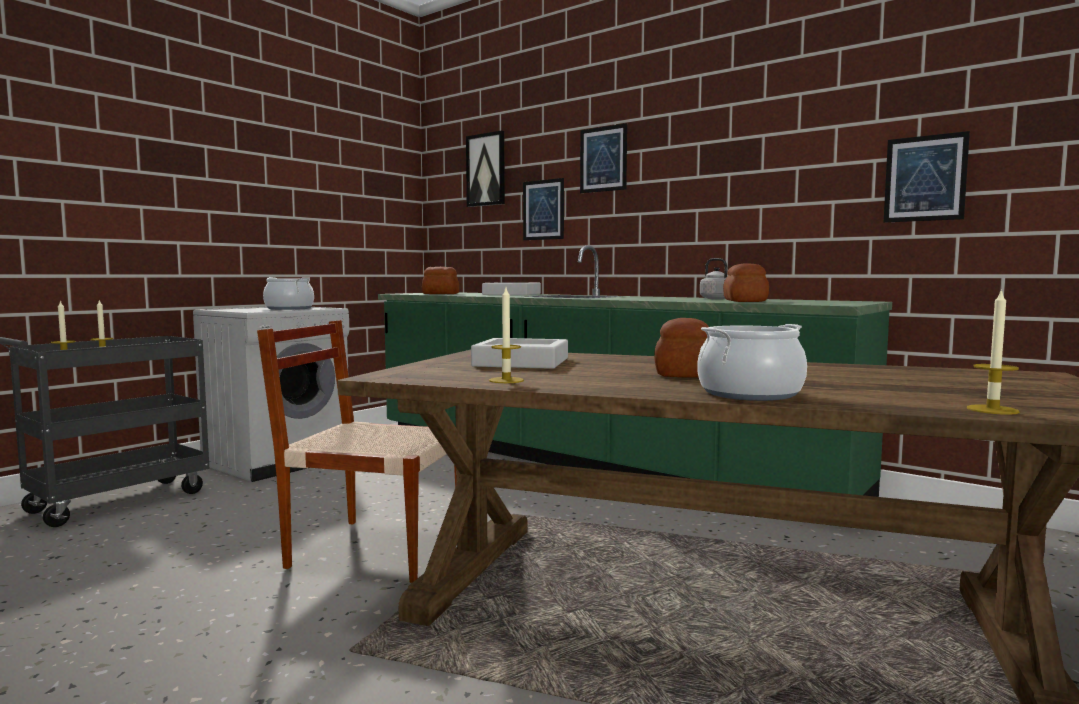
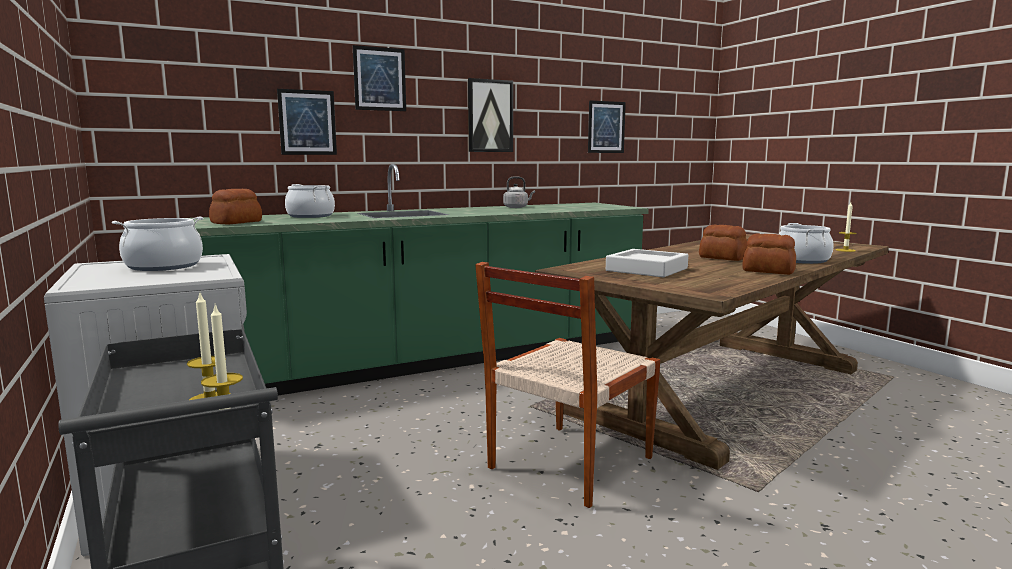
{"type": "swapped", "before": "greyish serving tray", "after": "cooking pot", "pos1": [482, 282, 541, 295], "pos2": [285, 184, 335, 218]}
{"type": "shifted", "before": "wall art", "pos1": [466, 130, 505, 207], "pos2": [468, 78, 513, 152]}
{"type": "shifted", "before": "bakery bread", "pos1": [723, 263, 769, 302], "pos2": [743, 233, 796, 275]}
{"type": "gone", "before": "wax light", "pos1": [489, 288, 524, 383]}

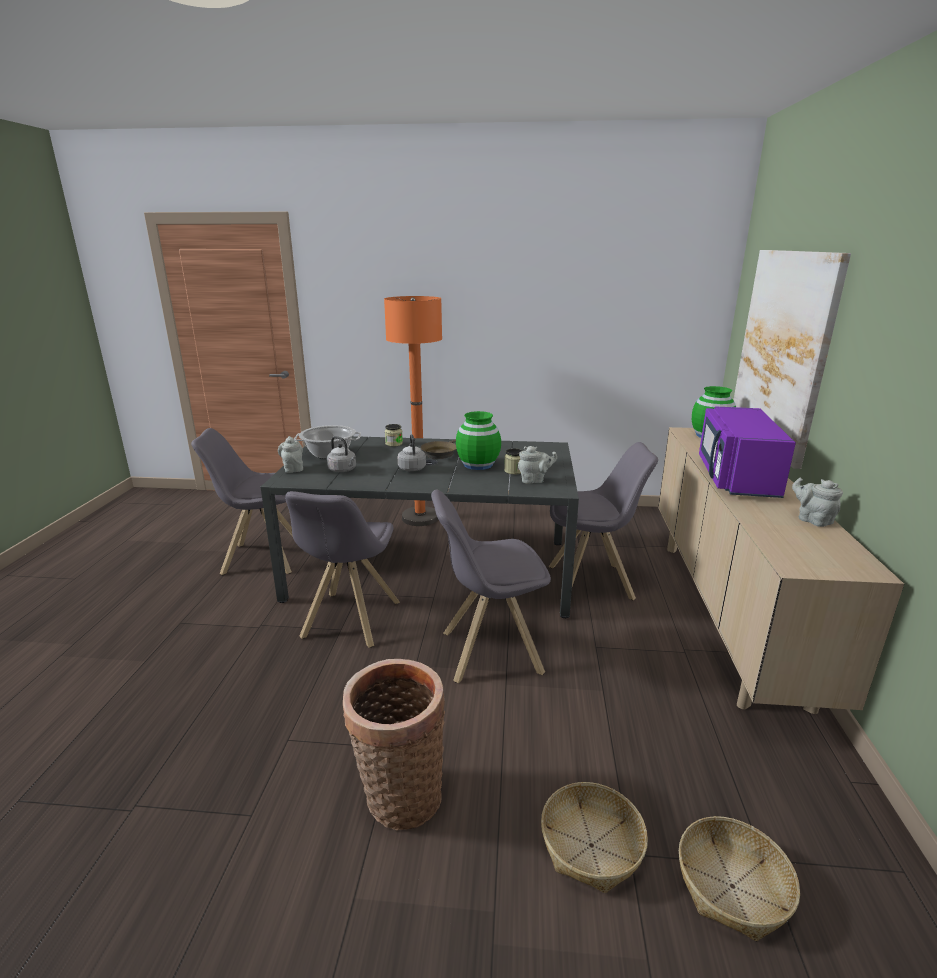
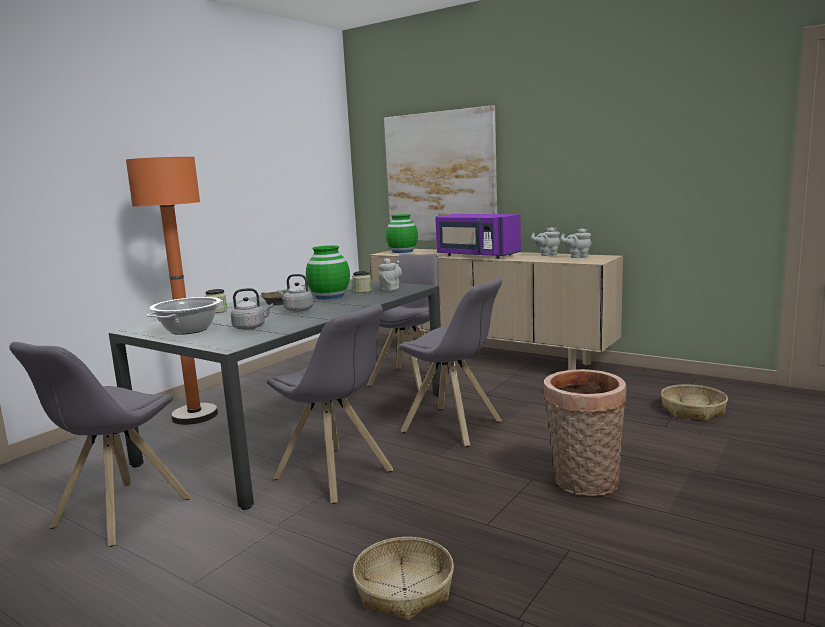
{"type": "shifted", "before": "basket", "pos1": [541, 782, 648, 893], "pos2": [353, 537, 454, 621]}
{"type": "rotated", "before": "greyish plain chair", "pos1": [431, 490, 551, 683], "pos2": [399, 277, 502, 447], "turn": -75}
{"type": "shifted", "before": "greyish pot for tea", "pos1": [278, 436, 303, 473], "pos2": [561, 228, 592, 258]}

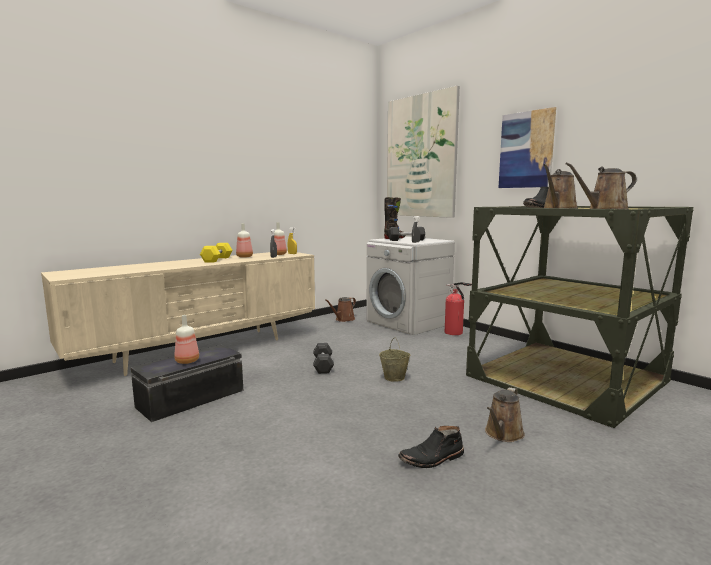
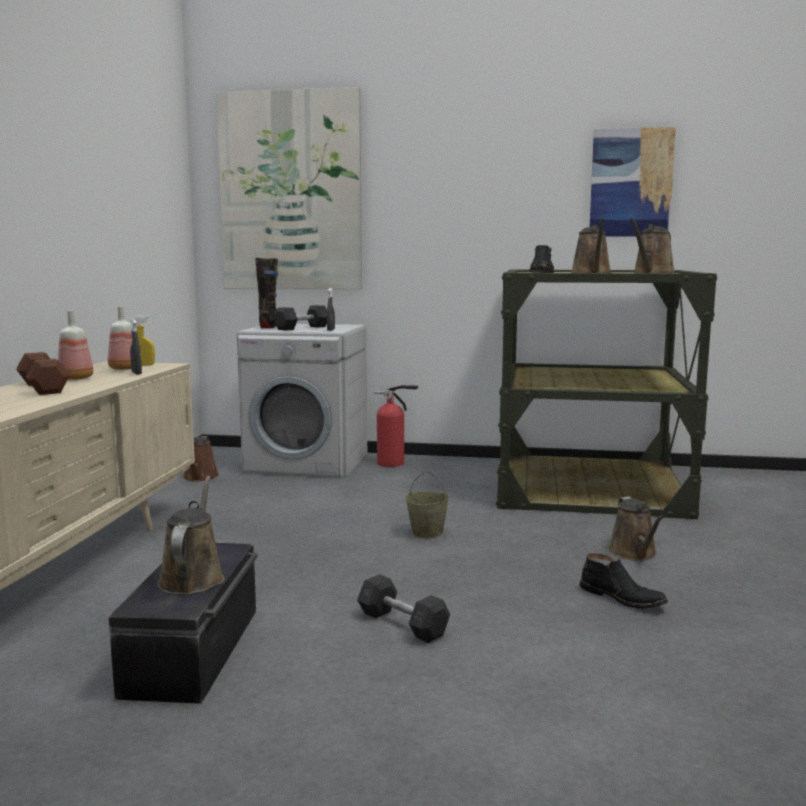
{"type": "repainted", "before": "yellow hand weight", "after": "brown hand weight", "pos1": [200, 243, 232, 263], "pos2": [16, 352, 69, 395]}
{"type": "swapped", "before": "drink bottle", "after": "brown watering can", "pos1": [174, 315, 199, 364], "pos2": [157, 476, 225, 595]}
{"type": "shifted", "before": "greyish hand weight", "pos1": [313, 343, 334, 374], "pos2": [357, 574, 450, 643]}
{"type": "rotated", "before": "black boot", "pos1": [398, 426, 464, 468], "pos2": [579, 553, 668, 609], "turn": -75}
{"type": "shifted", "before": "wall art", "pos1": [498, 107, 556, 188], "pos2": [590, 127, 676, 237]}

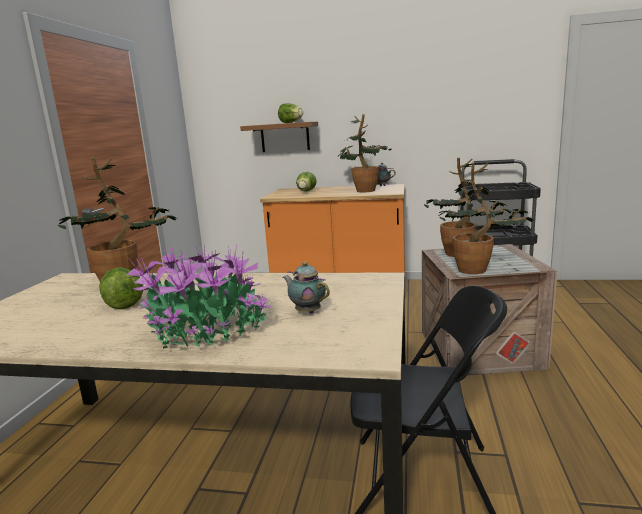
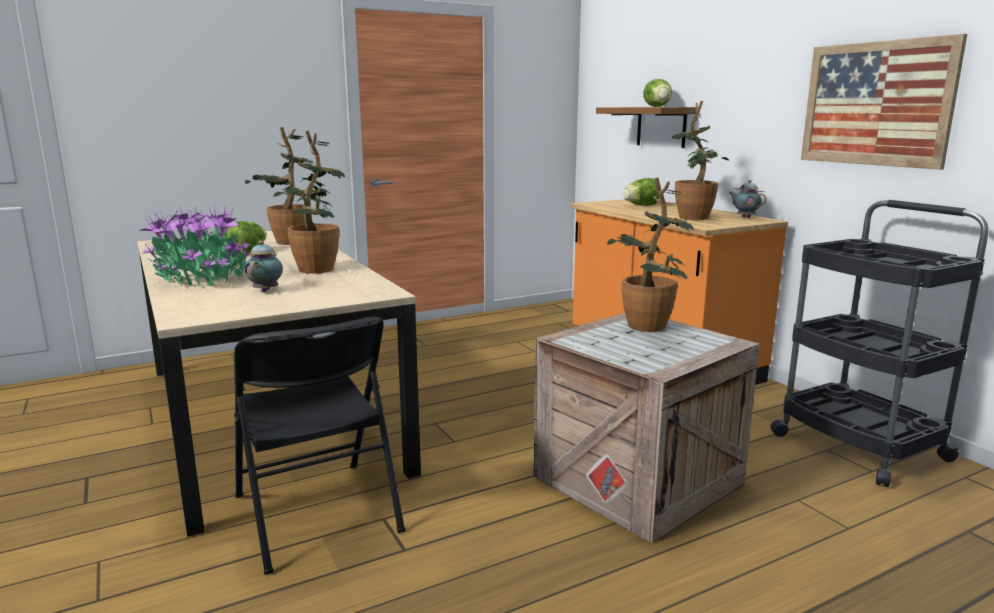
{"type": "shifted", "before": "houseplant", "pos1": [439, 162, 535, 274], "pos2": [273, 131, 345, 274]}
{"type": "new", "after": "wall art", "pos2": [801, 34, 967, 170]}

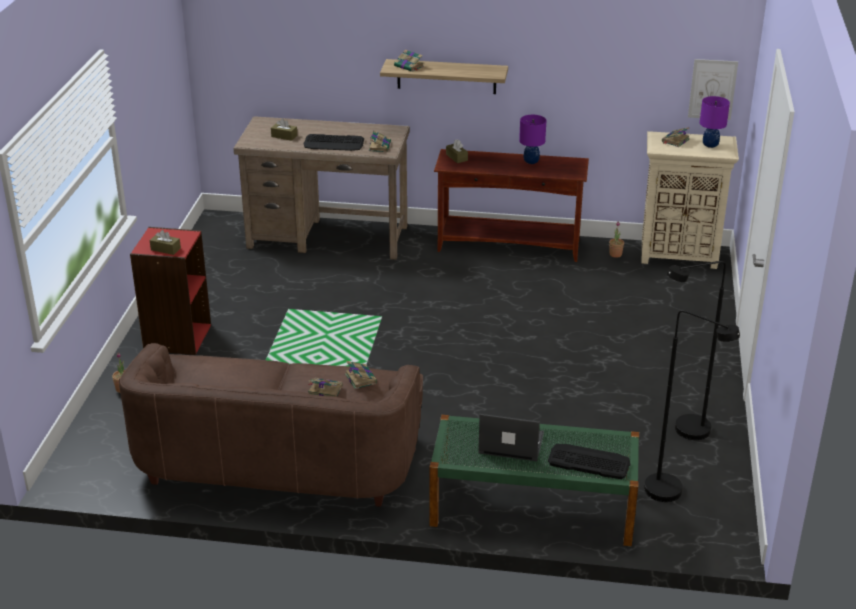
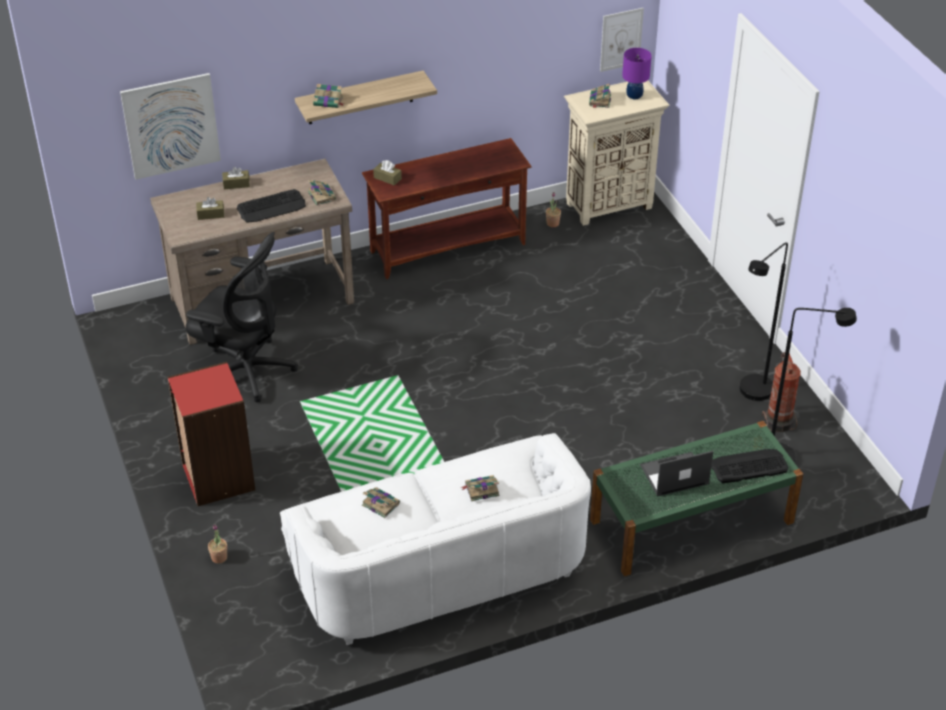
{"type": "new", "after": "wall art", "pos2": [120, 73, 221, 180]}
{"type": "new", "after": "black office chair", "pos2": [186, 232, 298, 402]}
{"type": "shifted", "before": "brown box of tissues", "pos1": [150, 230, 181, 255], "pos2": [222, 167, 250, 189]}
{"type": "repainted", "before": "brown couch", "after": "white-coloured couch", "pos1": [119, 343, 423, 507], "pos2": [280, 433, 591, 645]}
{"type": "shifted", "before": "book", "pos1": [345, 361, 377, 389], "pos2": [362, 487, 400, 518]}
{"type": "new", "after": "extinguisher", "pos2": [762, 352, 801, 432]}
{"type": "gone", "before": "purplish table lamp", "pos1": [519, 115, 546, 164]}

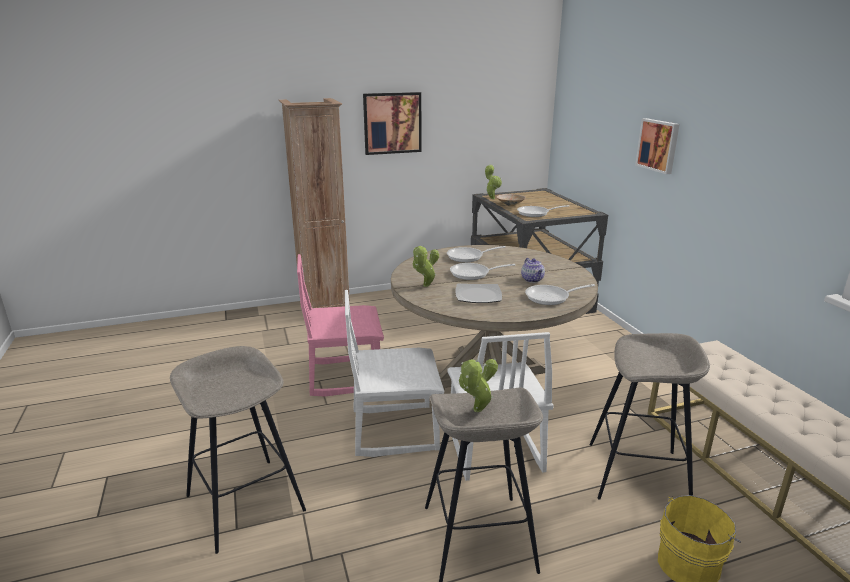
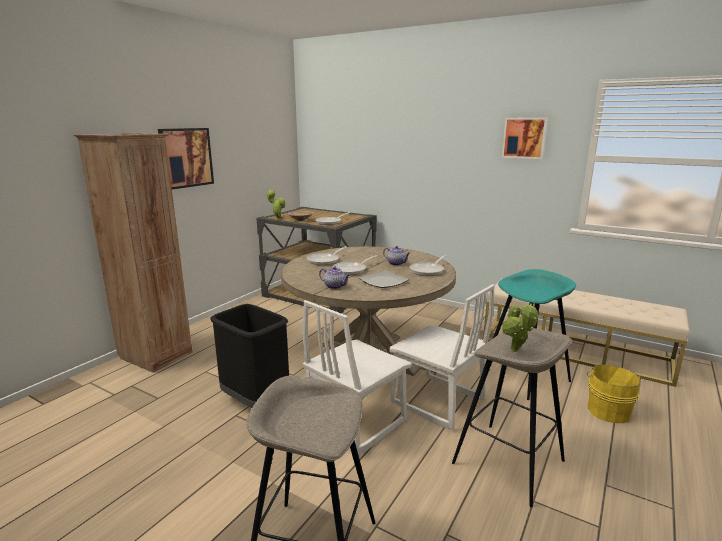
{"type": "swapped", "before": "pinkish plain chair", "after": "black waste bin", "pos1": [297, 254, 384, 396], "pos2": [210, 304, 289, 408]}
{"type": "swapped", "before": "houseplant", "after": "pot for tea", "pos1": [413, 246, 439, 287], "pos2": [319, 266, 351, 289]}
{"type": "repainted", "before": "greyish sitting stool", "after": "blue-green sitting stool", "pos1": [590, 333, 710, 500], "pos2": [493, 269, 576, 400]}
{"type": "shifted", "before": "wall art", "pos1": [635, 118, 680, 174], "pos2": [502, 118, 548, 159]}

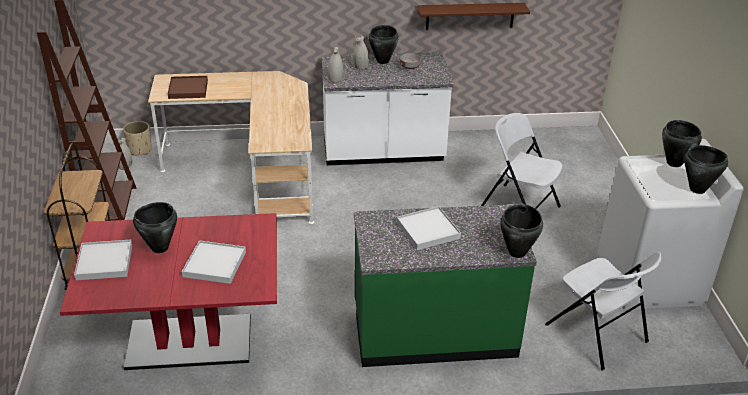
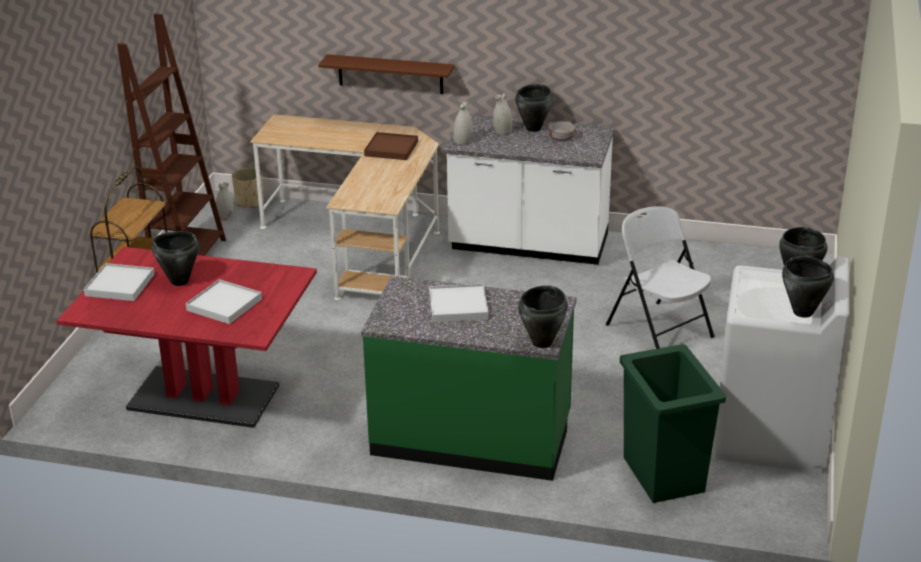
{"type": "shifted", "before": "brown shelf", "pos1": [417, 3, 530, 30], "pos2": [318, 54, 454, 94]}
{"type": "shifted", "before": "brown serving tray", "pos1": [168, 76, 208, 99], "pos2": [364, 132, 418, 160]}
{"type": "swapped", "before": "white-coloured plain chair", "after": "green-coloured waste bin", "pos1": [545, 252, 662, 371], "pos2": [620, 344, 726, 503]}

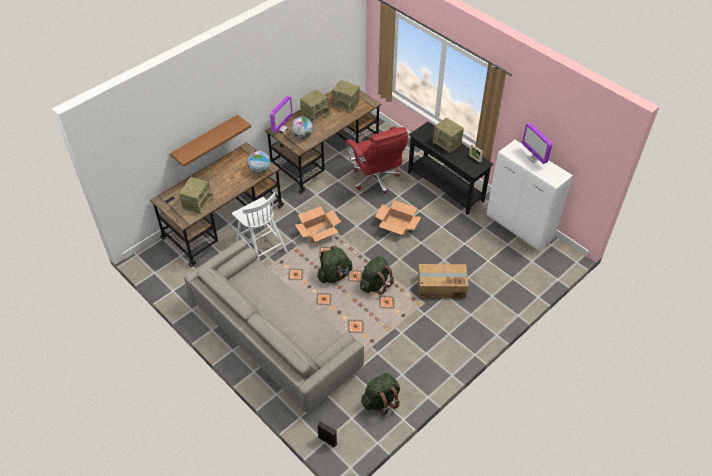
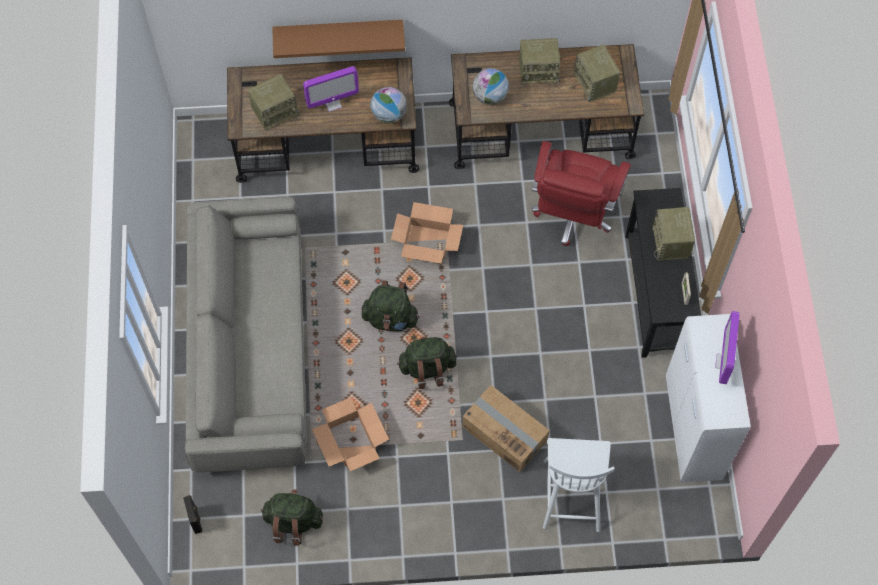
{"type": "shifted", "before": "monitor", "pos1": [270, 96, 293, 133], "pos2": [303, 66, 359, 112]}
{"type": "shifted", "before": "cardboard box", "pos1": [375, 200, 421, 236], "pos2": [312, 397, 389, 471]}
{"type": "shifted", "before": "white-coloured plain chair", "pos1": [232, 193, 288, 261], "pos2": [543, 438, 615, 532]}

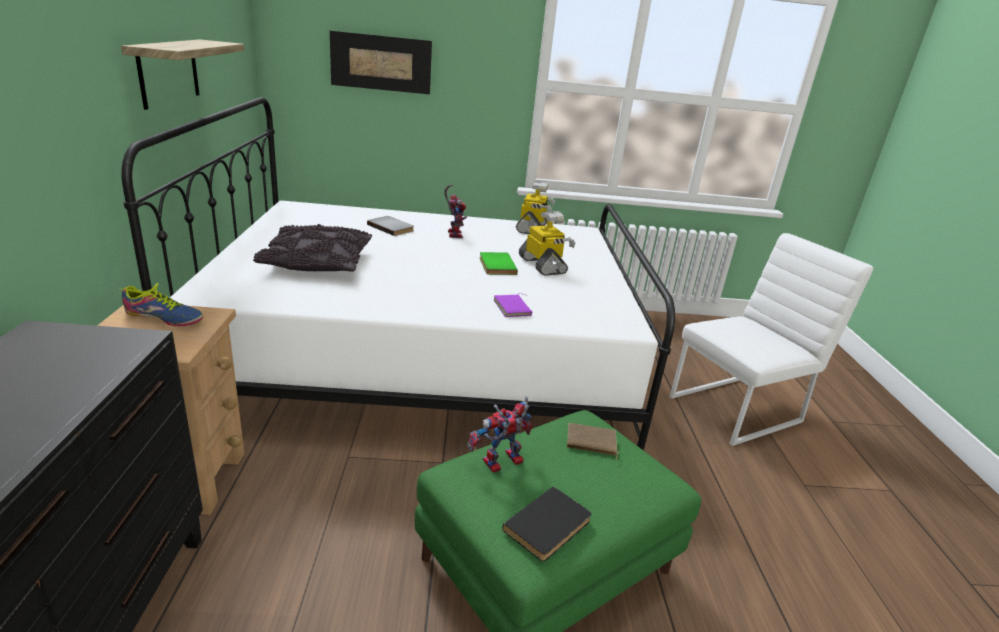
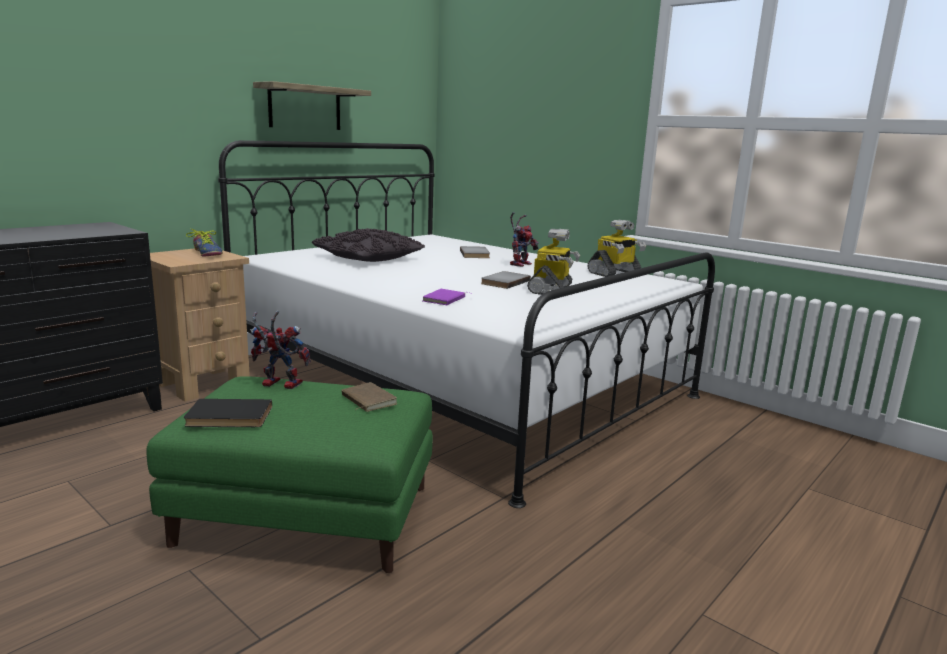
{"type": "repainted", "before": "green-coloured book", "after": "greyish book", "pos1": [480, 252, 518, 275], "pos2": [481, 271, 531, 289]}
{"type": "gone", "before": "wall art", "pos1": [330, 31, 432, 94]}
{"type": "gone", "before": "white-coloured plain chair", "pos1": [670, 233, 873, 446]}

